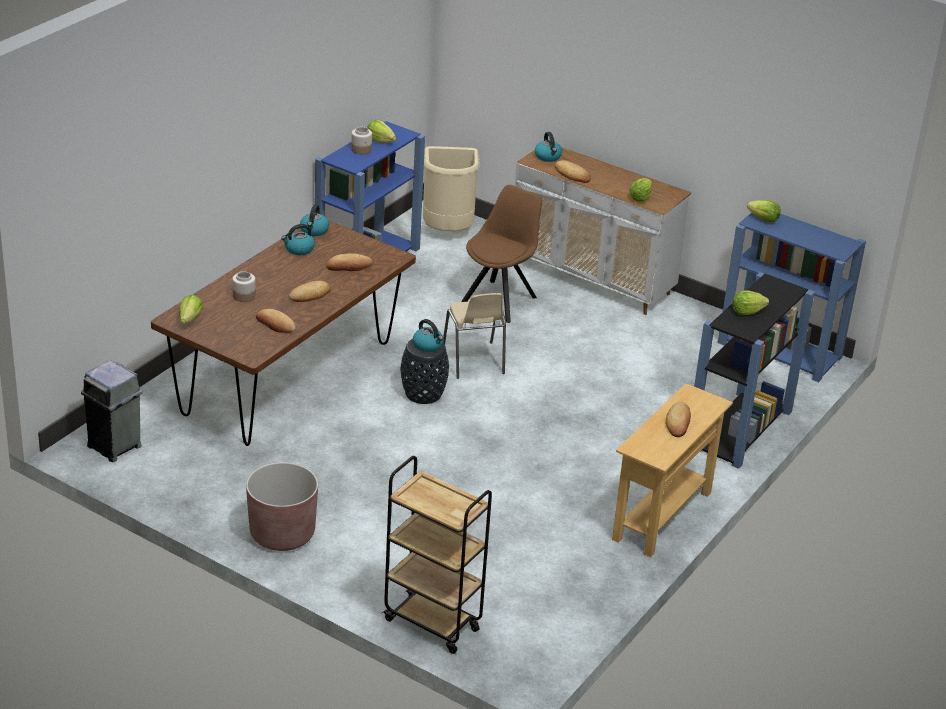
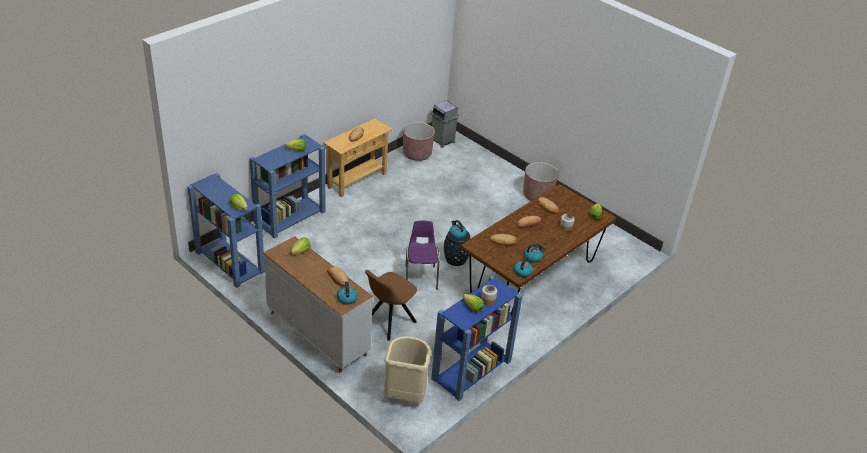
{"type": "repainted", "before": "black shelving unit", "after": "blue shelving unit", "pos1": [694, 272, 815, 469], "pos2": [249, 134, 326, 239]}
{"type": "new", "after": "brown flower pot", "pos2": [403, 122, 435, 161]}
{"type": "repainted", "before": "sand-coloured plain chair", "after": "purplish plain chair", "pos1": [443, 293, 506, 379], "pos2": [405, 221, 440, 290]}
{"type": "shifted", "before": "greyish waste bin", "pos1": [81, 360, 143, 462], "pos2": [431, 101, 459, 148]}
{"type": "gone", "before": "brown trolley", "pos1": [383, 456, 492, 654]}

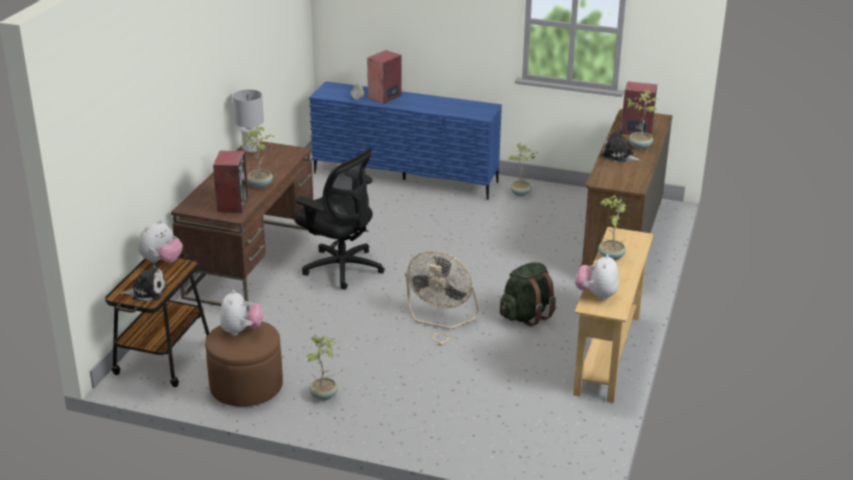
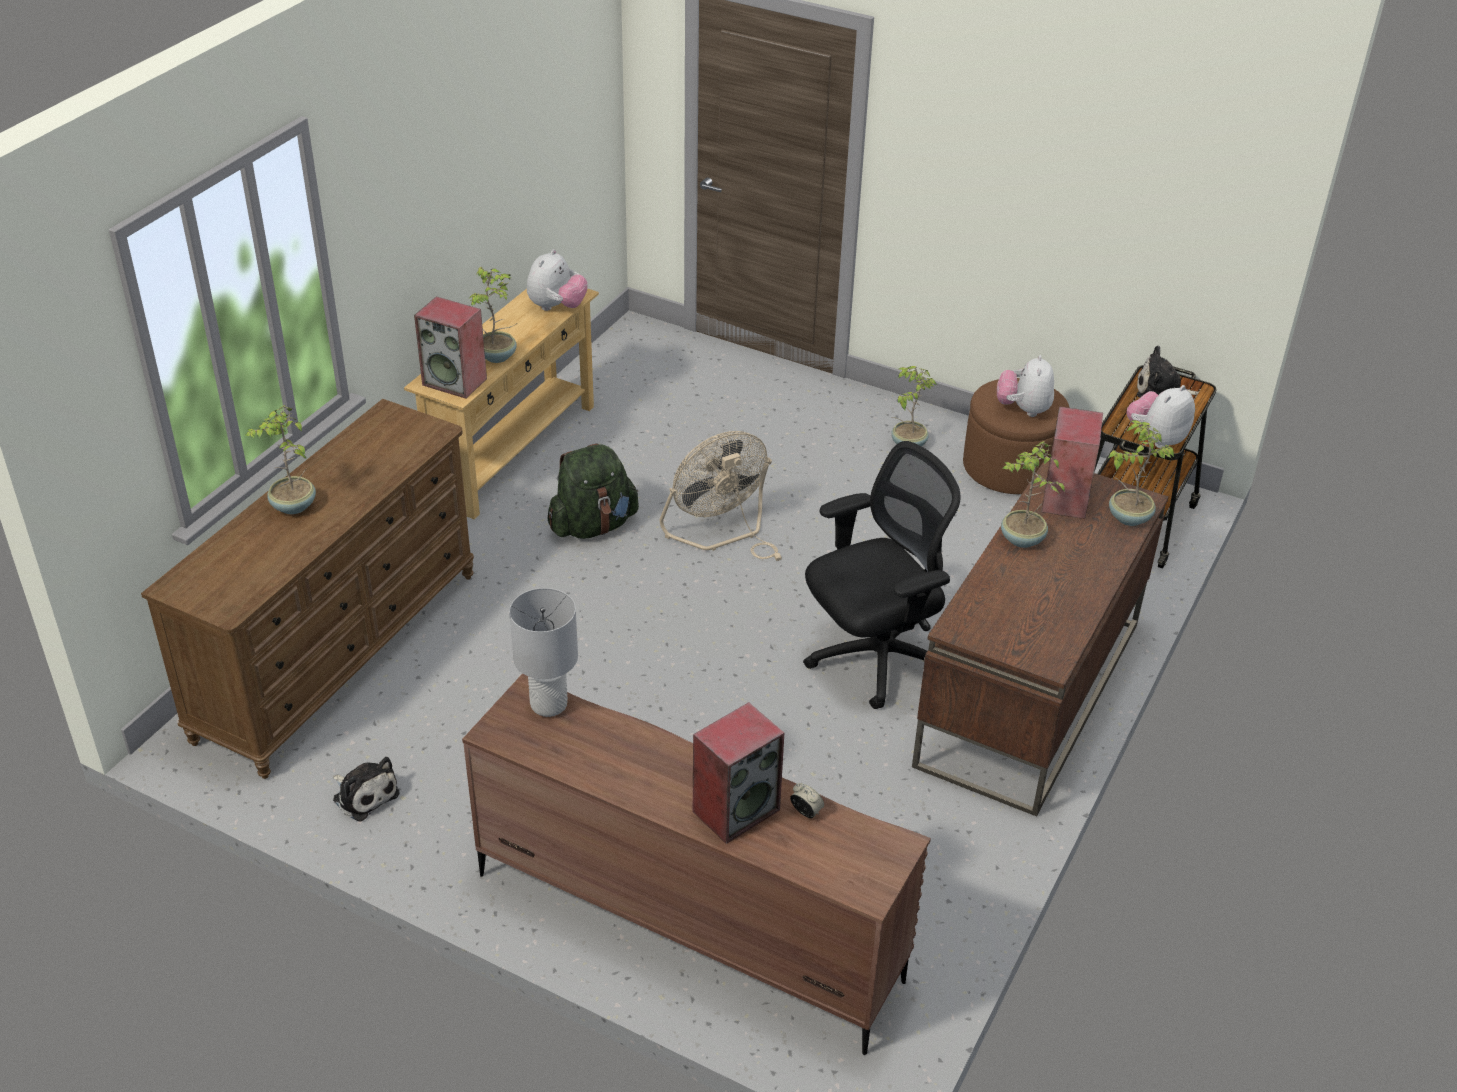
{"type": "shifted", "before": "soft toy", "pos1": [602, 128, 641, 162], "pos2": [333, 757, 400, 822]}
{"type": "shifted", "before": "audio speaker", "pos1": [621, 81, 657, 135], "pos2": [414, 297, 487, 399]}
{"type": "repainted", "before": "blue drawer chest", "after": "brown drawer chest", "pos1": [309, 81, 502, 200], "pos2": [462, 673, 931, 1055]}
{"type": "shifted", "before": "greyish table lamp", "pos1": [233, 89, 264, 153], "pos2": [509, 588, 578, 717]}
{"type": "rotated", "before": "sand-coloured electric fan", "pos1": [405, 250, 479, 346], "pos2": [660, 431, 782, 561], "turn": 120}
{"type": "rotated", "before": "black office chair", "pos1": [294, 148, 385, 290], "pos2": [803, 441, 960, 709], "turn": 105}
{"type": "shifted", "before": "houseplant", "pos1": [508, 143, 538, 196], "pos2": [1109, 420, 1174, 526]}

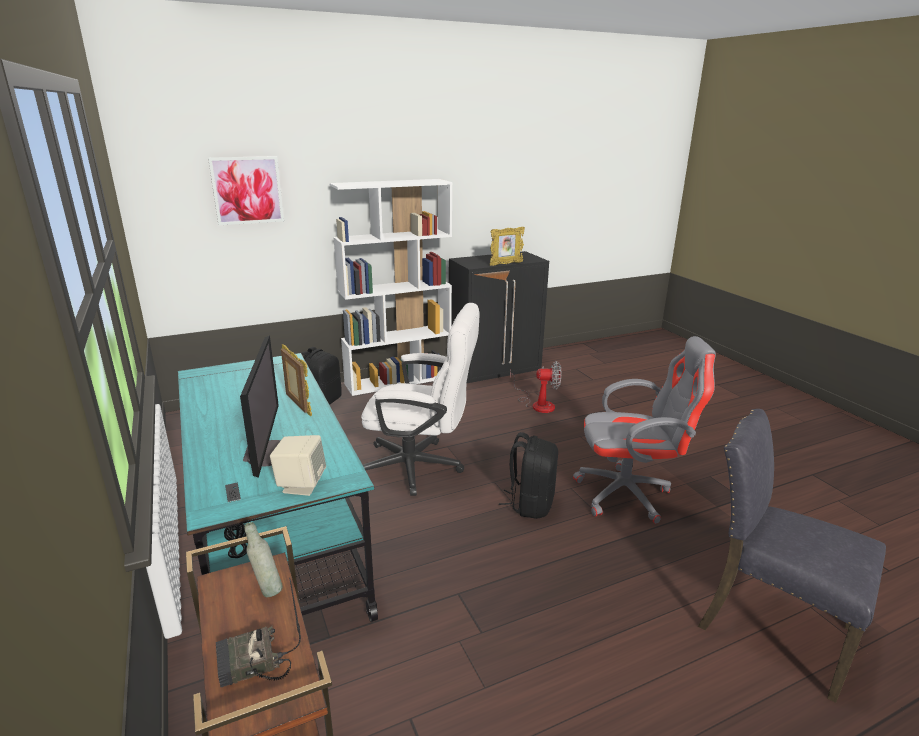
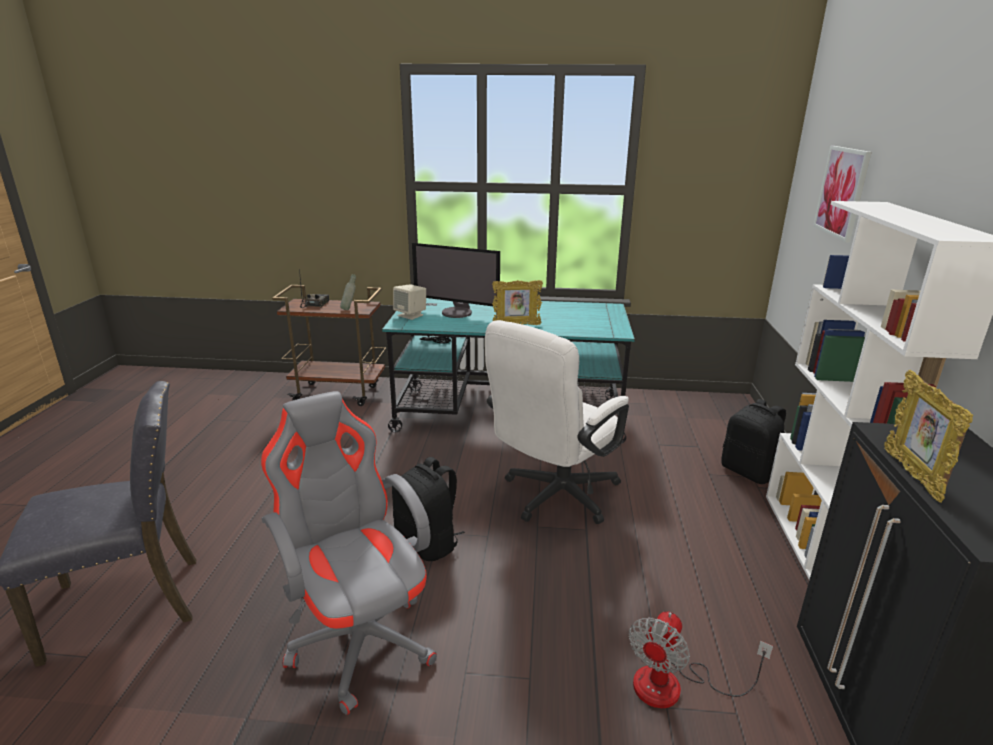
{"type": "rotated", "before": "greyish office chair", "pos1": [573, 336, 716, 524], "pos2": [261, 391, 437, 715], "turn": 120}

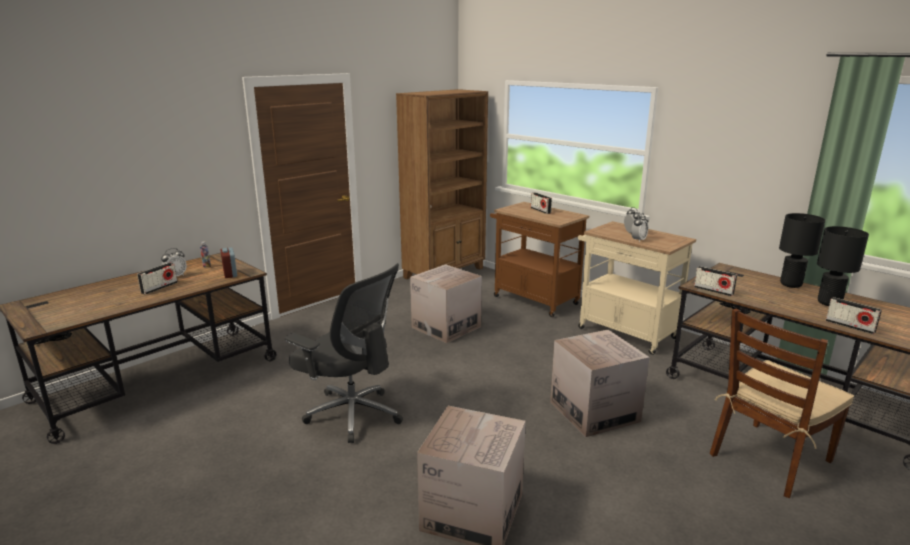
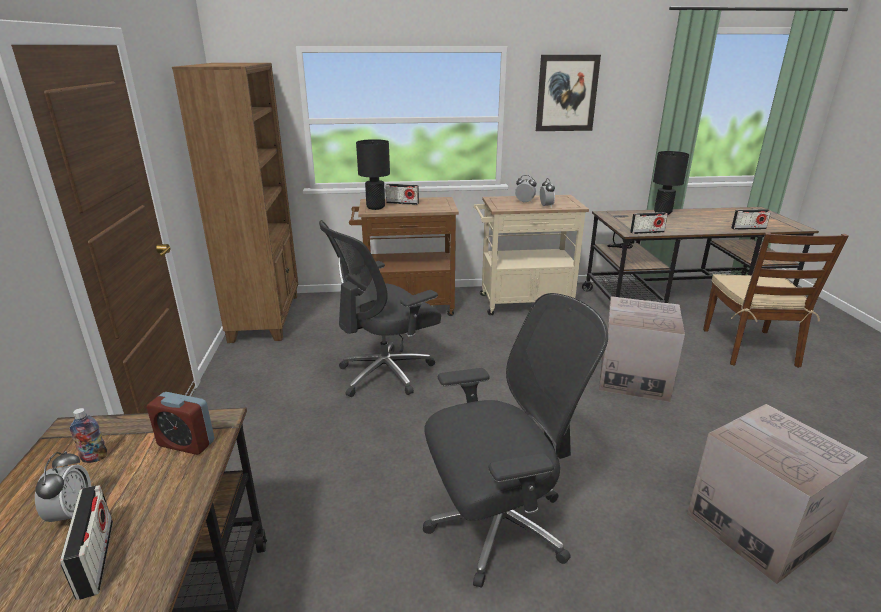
{"type": "swapped", "before": "cardboard box", "after": "office chair", "pos1": [410, 264, 482, 343], "pos2": [319, 220, 441, 397]}
{"type": "shifted", "before": "black table lamp", "pos1": [817, 226, 869, 306], "pos2": [356, 139, 390, 210]}
{"type": "new", "after": "wall art", "pos2": [536, 55, 601, 131]}

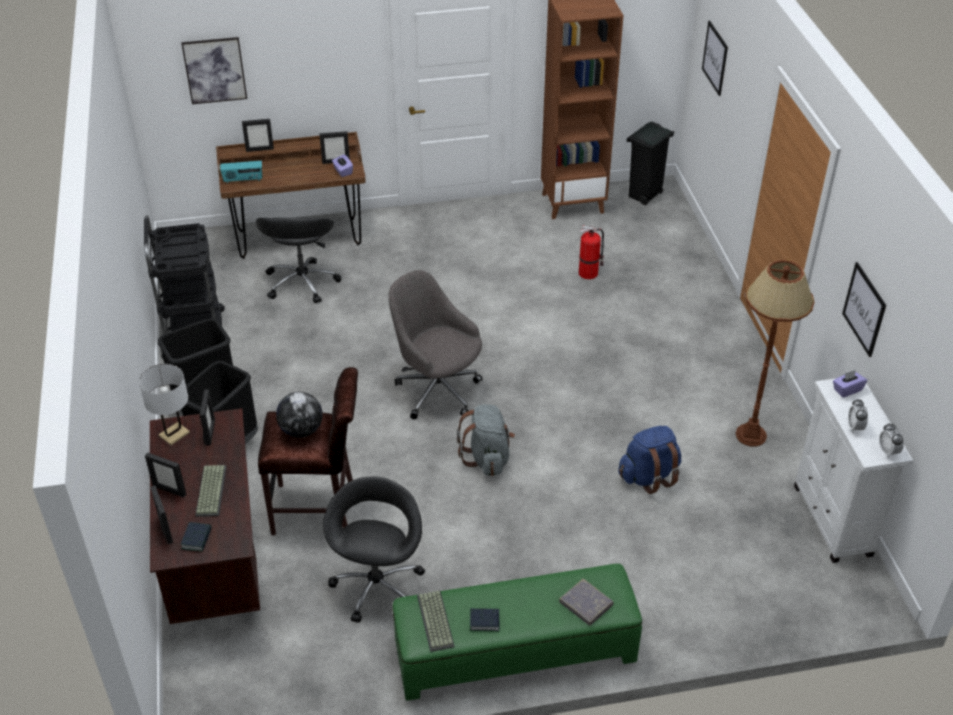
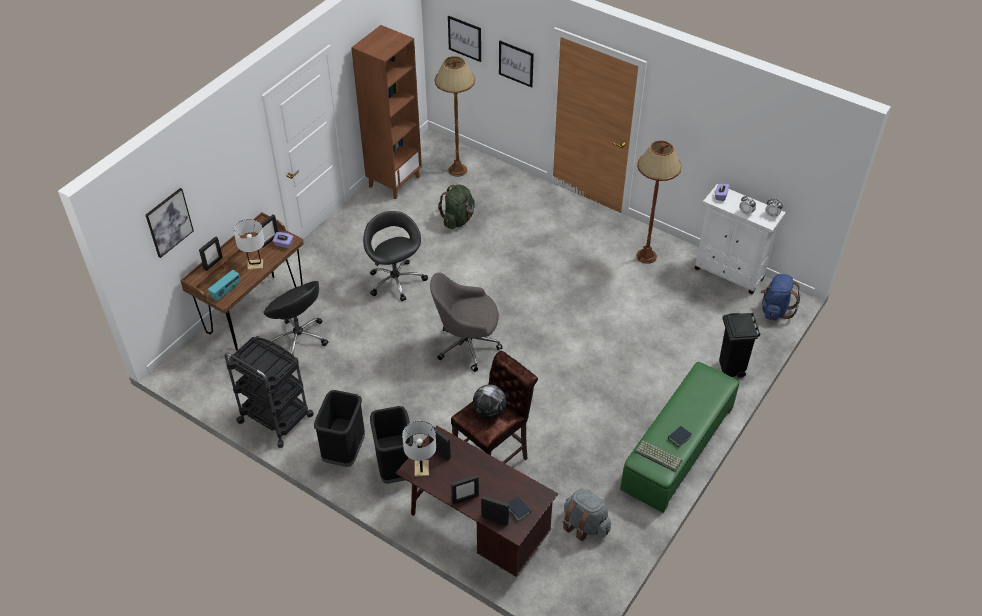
{"type": "new", "after": "white-coloured table lamp", "pos2": [233, 219, 265, 270]}
{"type": "shifted", "before": "black office chair", "pos1": [323, 477, 425, 623], "pos2": [363, 211, 428, 301]}
{"type": "new", "after": "brown standing lamp", "pos2": [435, 56, 475, 177]}
{"type": "swapped", "before": "extinguisher", "after": "green-coloured rucksack", "pos1": [579, 226, 604, 279], "pos2": [438, 184, 475, 229]}
{"type": "shifted", "before": "wall art", "pos1": [842, 262, 886, 357], "pos2": [499, 41, 534, 88]}
{"type": "shifted", "before": "greyish rucksack", "pos1": [457, 404, 515, 476], "pos2": [563, 488, 611, 541]}
{"type": "shifted", "before": "black waste bin", "pos1": [627, 121, 674, 205], "pos2": [719, 313, 761, 378]}
{"type": "shifted", "before": "blue rucksack", "pos1": [618, 426, 681, 494], "pos2": [761, 274, 800, 321]}
{"type": "gone", "before": "computer keyboard", "pos1": [195, 465, 227, 517]}
{"type": "gone", "before": "greyish book", "pos1": [559, 578, 614, 626]}

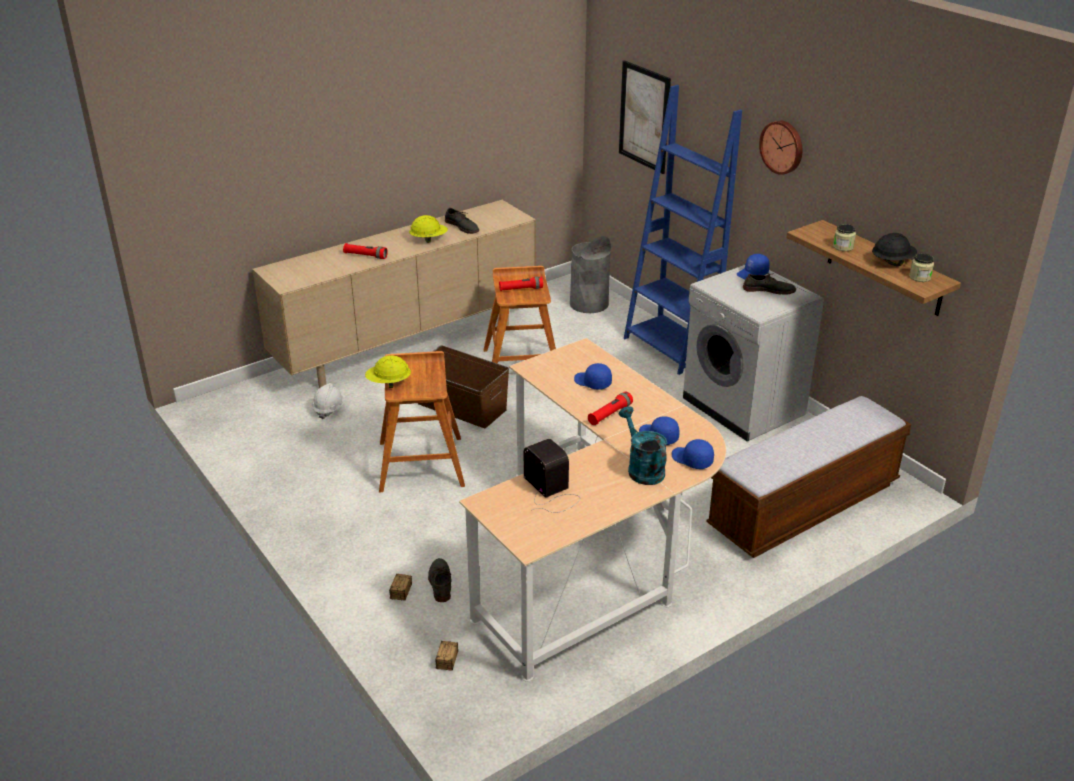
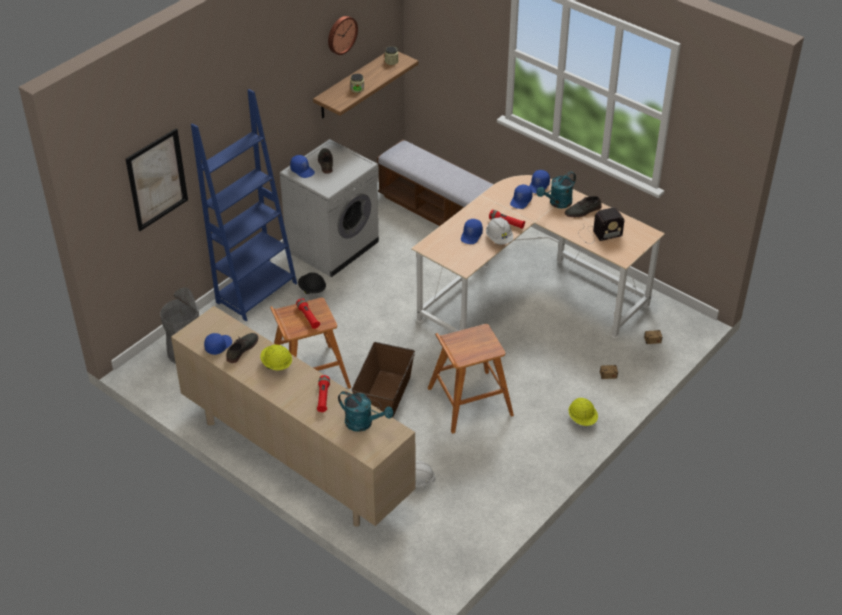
{"type": "new", "after": "blue peaked cap", "pos2": [204, 333, 232, 355]}
{"type": "shifted", "before": "black hard hat", "pos1": [872, 233, 917, 266], "pos2": [298, 273, 326, 294]}
{"type": "shifted", "before": "hanging clock", "pos1": [759, 121, 802, 175], "pos2": [328, 16, 358, 55]}
{"type": "new", "after": "blue-green watering can", "pos2": [338, 391, 393, 432]}
{"type": "new", "after": "white-coloured hard hat", "pos2": [486, 217, 513, 245]}
{"type": "shifted", "before": "greyish shoe", "pos1": [428, 558, 451, 602], "pos2": [565, 196, 602, 217]}
{"type": "shifted", "before": "yellow hard hat", "pos1": [365, 355, 411, 388], "pos2": [568, 398, 598, 426]}
{"type": "rotated", "before": "radio receiver", "pos1": [524, 439, 580, 513], "pos2": [578, 207, 624, 244], "turn": -150}

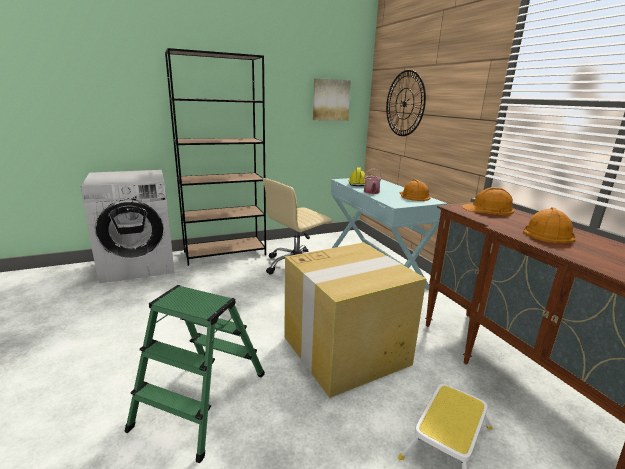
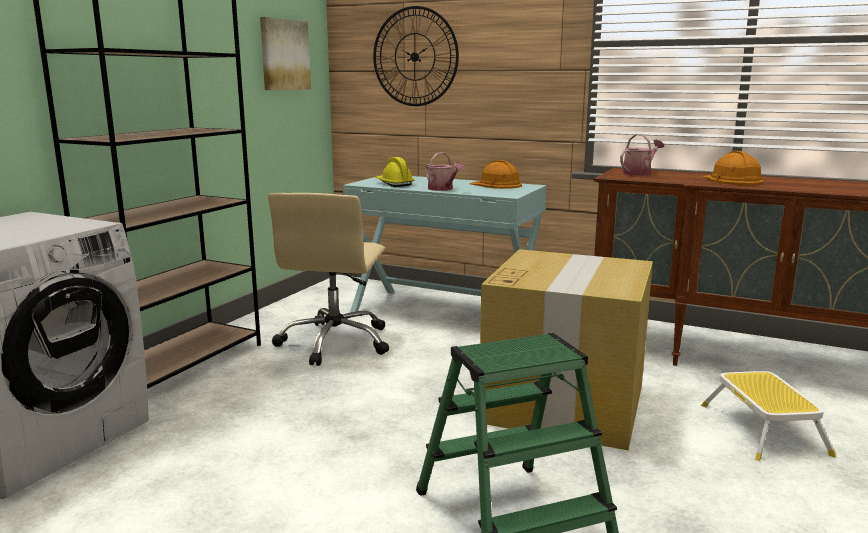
{"type": "swapped", "before": "orangey hard hat", "after": "watering can", "pos1": [462, 187, 514, 215], "pos2": [620, 134, 664, 176]}

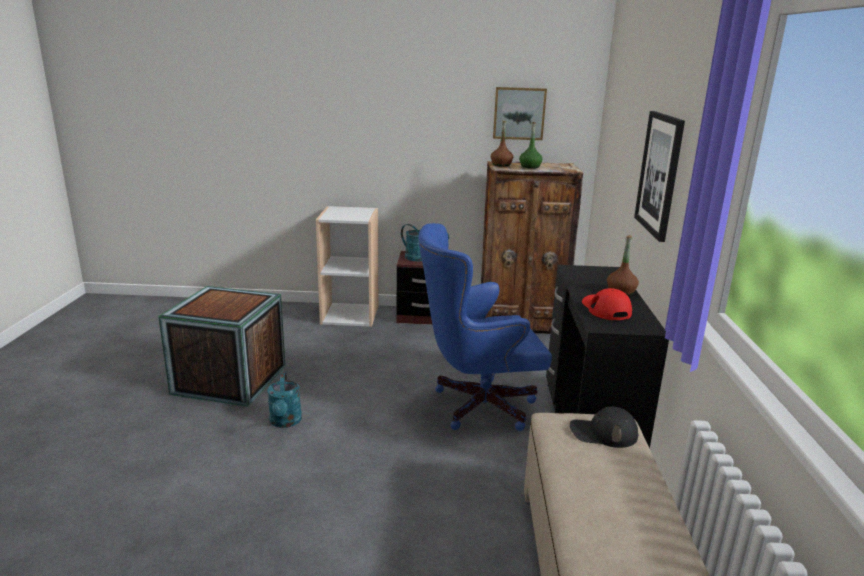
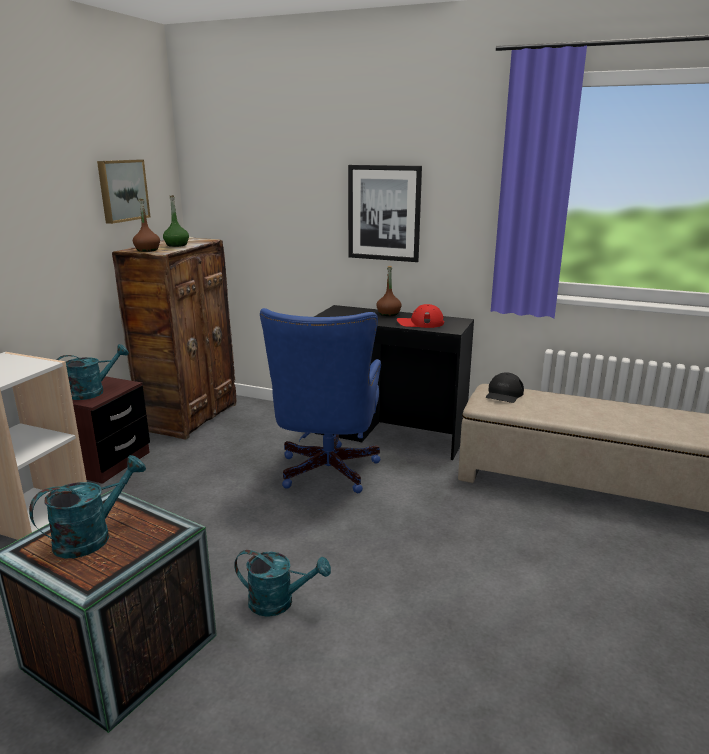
{"type": "new", "after": "blue-green watering can", "pos2": [29, 455, 146, 558]}

